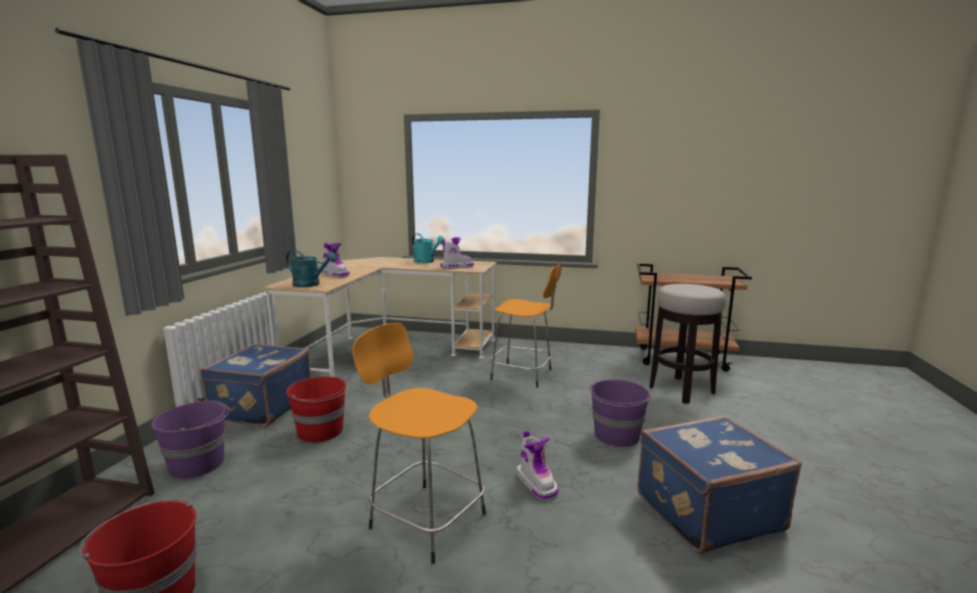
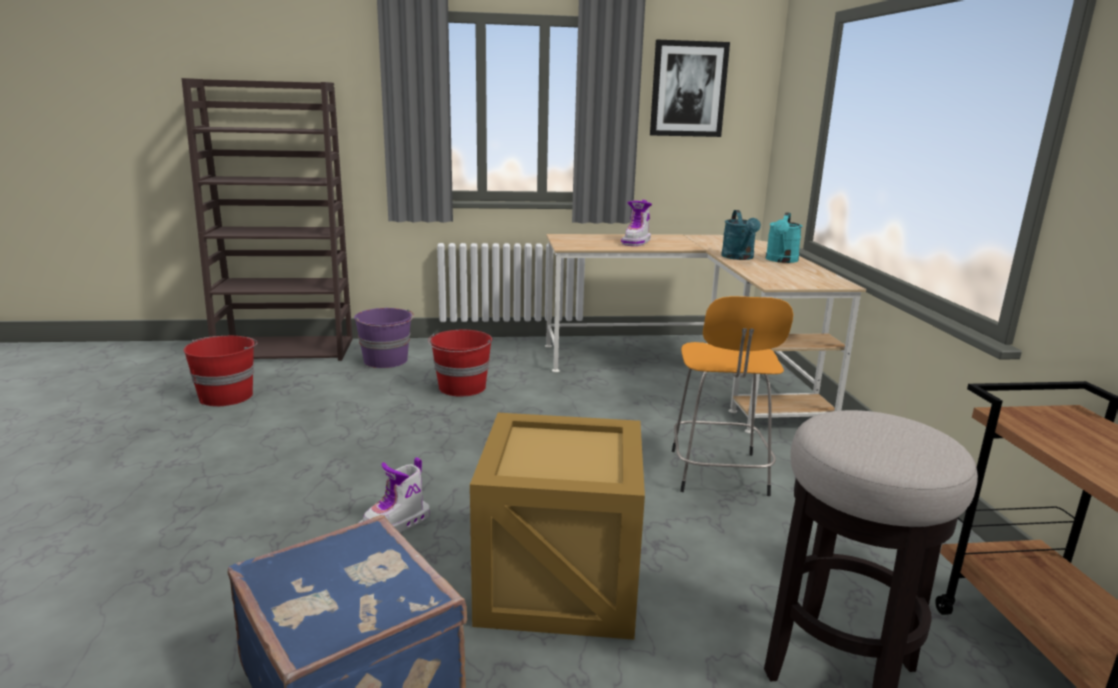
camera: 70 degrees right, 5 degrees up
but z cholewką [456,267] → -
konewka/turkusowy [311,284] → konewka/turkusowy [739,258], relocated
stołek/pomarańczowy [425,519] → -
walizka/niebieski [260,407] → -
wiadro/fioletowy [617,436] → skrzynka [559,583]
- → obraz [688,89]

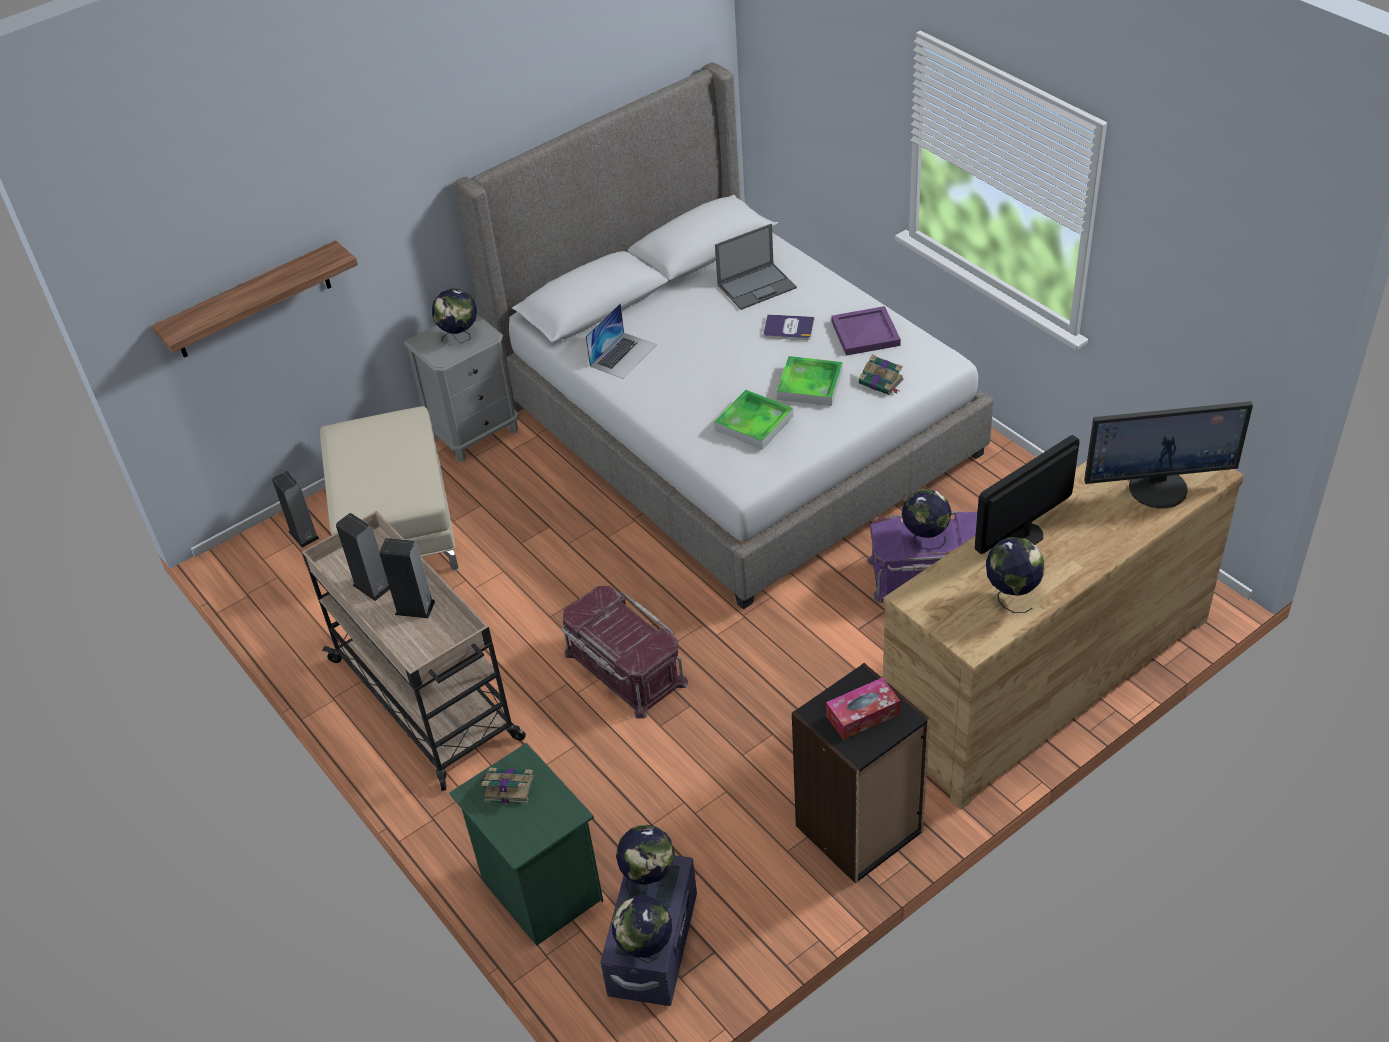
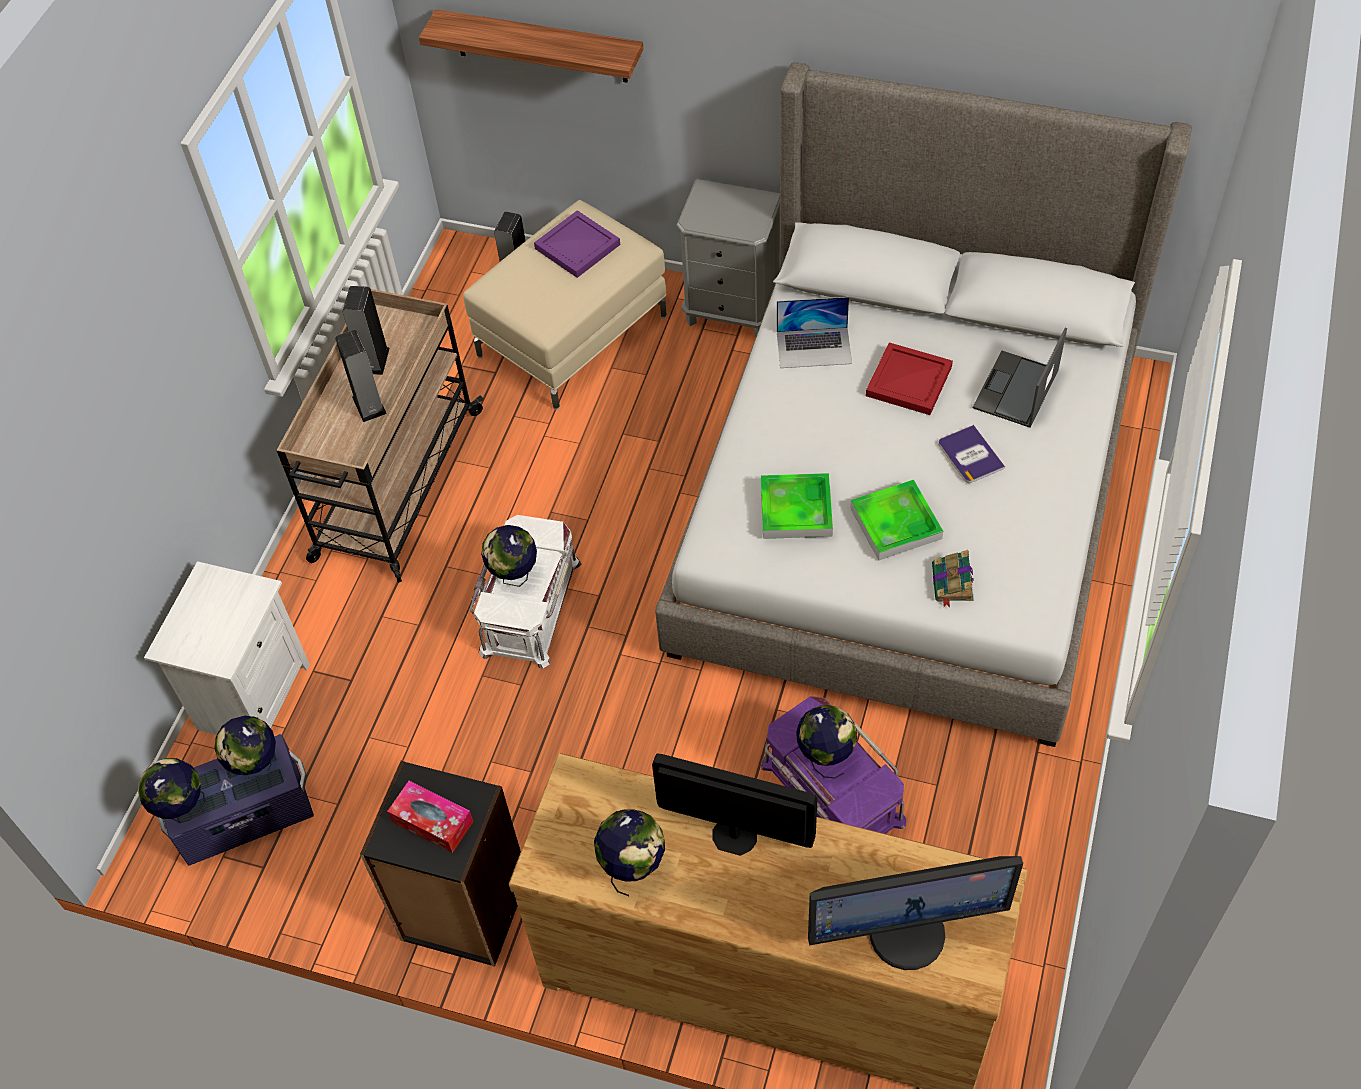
camera: 55 degrees right, 10 degrees up
laptop [757,286] → laptop [1015,390], 90 degrees clockwise
globus [460,338] → globus [514,576], relocated
taca/fioletowy [866,334] → taca/fioletowy [577,247], relocated
monitor [1158,487] → monitor [907,931], 60 degrees counterclockwise
pojemnik do przechowywania/czerwony [623,668] → pojemnik do przechowywania/biały [529,606]
szafka nocna/zielony [539,891] → szafka nocna/biały [251,697]
książka [508,788] → -
- → taca/czerwony [909,382]

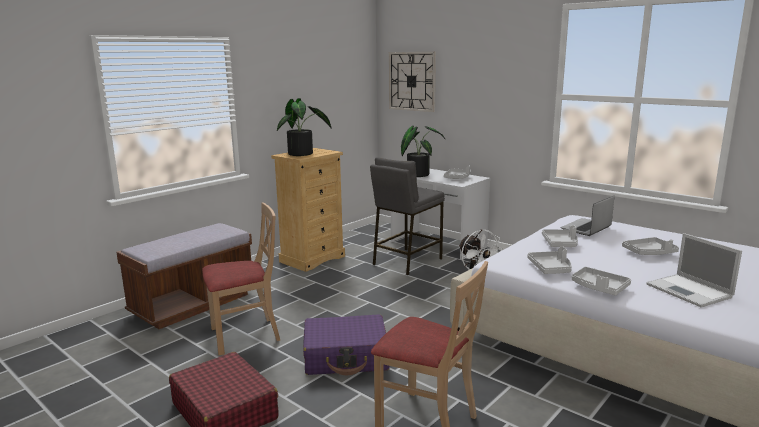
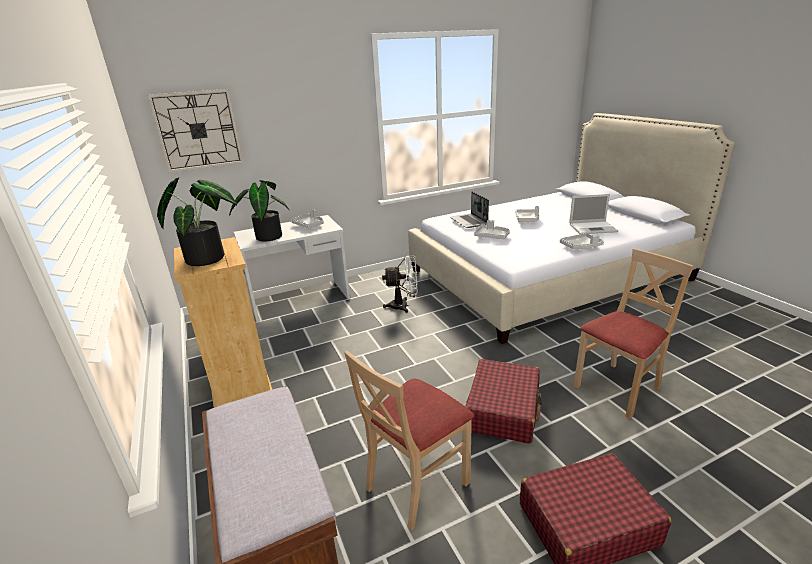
camera: 65 degrees left, 10 degrees up
stołek/szary [406,261] → -
krzesło/beżowy [245,335] → krzesło/beżowy [416,483], 135 degrees counterclockwise
taca/szary [551,268] → -
walizka/fioletowy [346,357] → walizka/czerwony [503,409]

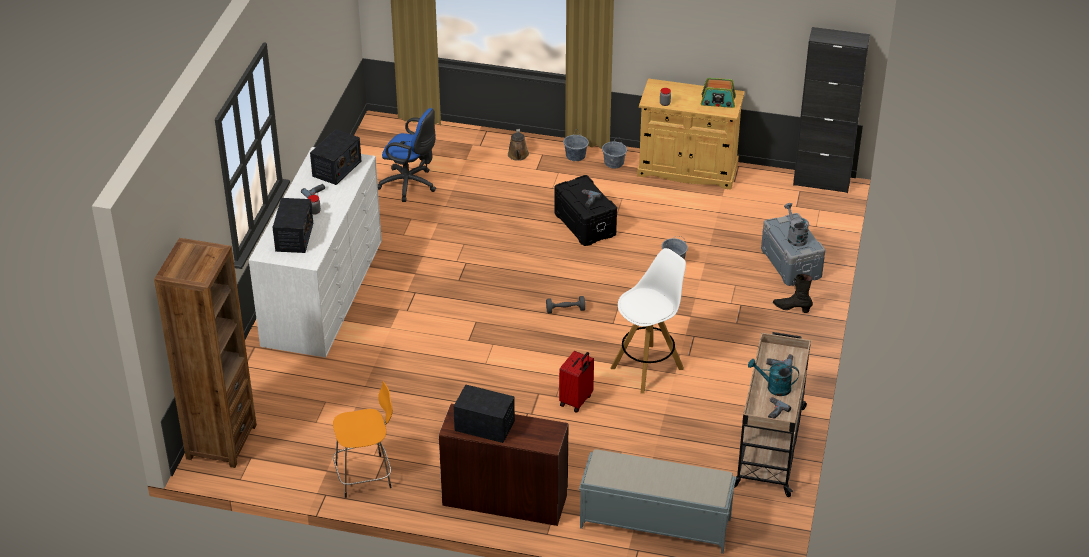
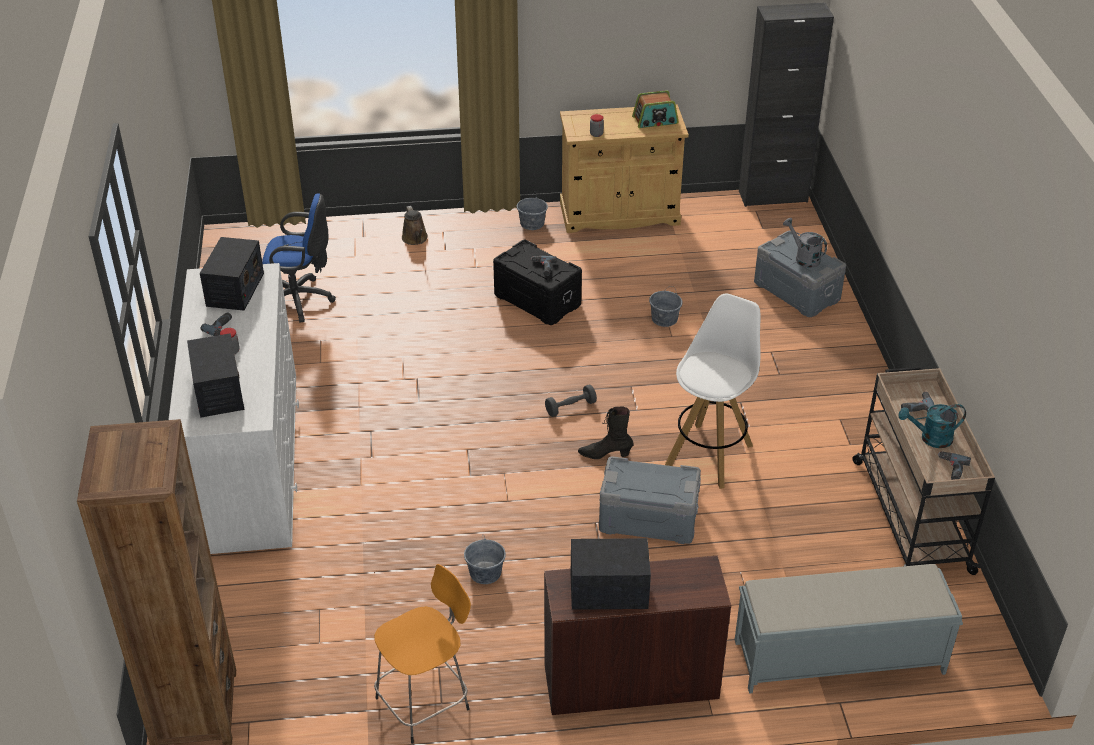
camera: 20 degrees left, 0 degrees up
wiadro/szary [575,156] → wiadro/szary [485,573], relocated
but z cholewką/czarny [792,308] → but z cholewką/czarny [605,454], relocated
walizka/czerwony [576,401] → pojemnik do przechowywania/szary [648,519]

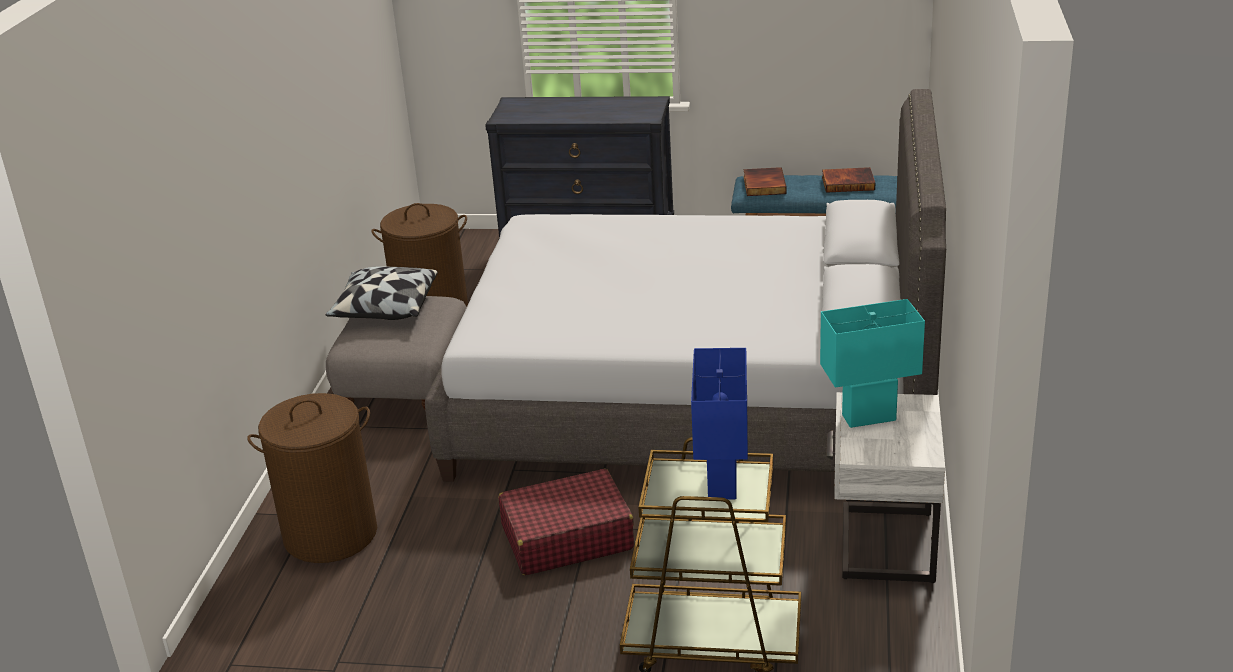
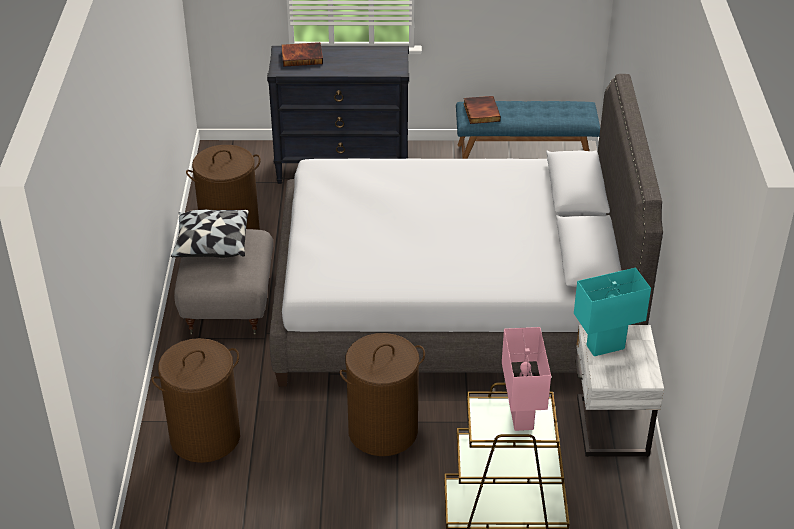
camera: 10 degrees left, 10 degrees up
książka [848,183] → książka [302,56], relocated
lampa stołowa/niebieski [722,484] → lampa stołowa/różowy [521,417]
walizka/czerwony [566,537] → kosz na pranie/brązowy [383,431]

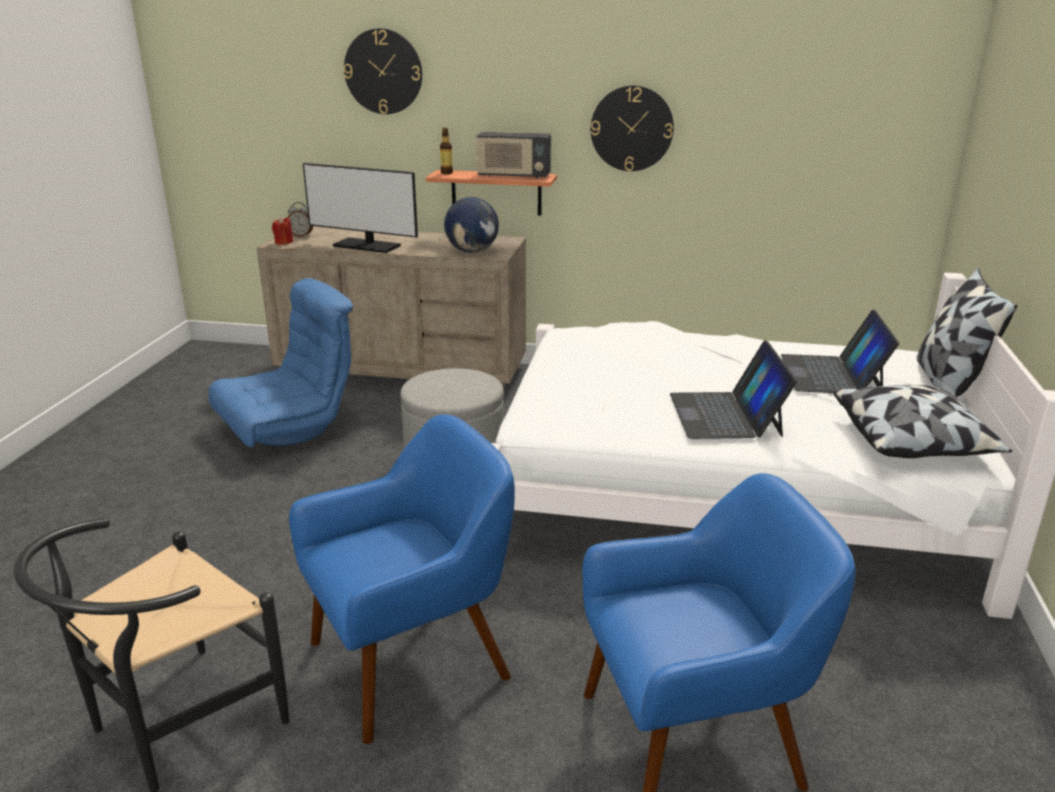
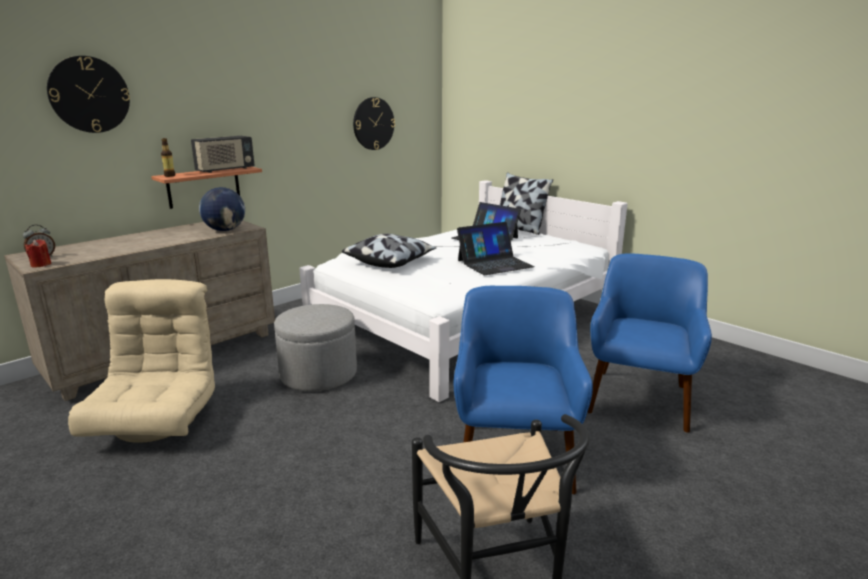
camera: 55 degrees left, 5 degrees down
zegar ścienny [632,128] → zegar ścienny [373,123], relocated
monitor [367,246] → -
fotel/niebieski [289,429] → fotel/beżowy [158,422]
laptop [726,414] → laptop [494,263], 60 degrees counterclockwise
poduszka [913,442] → poduszka [390,262], relocated

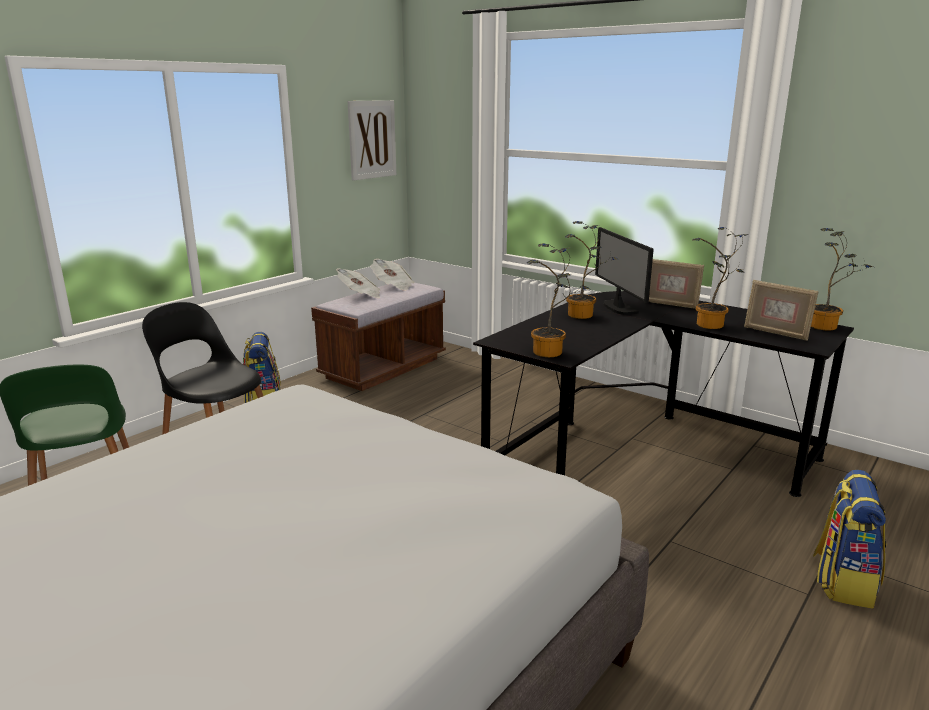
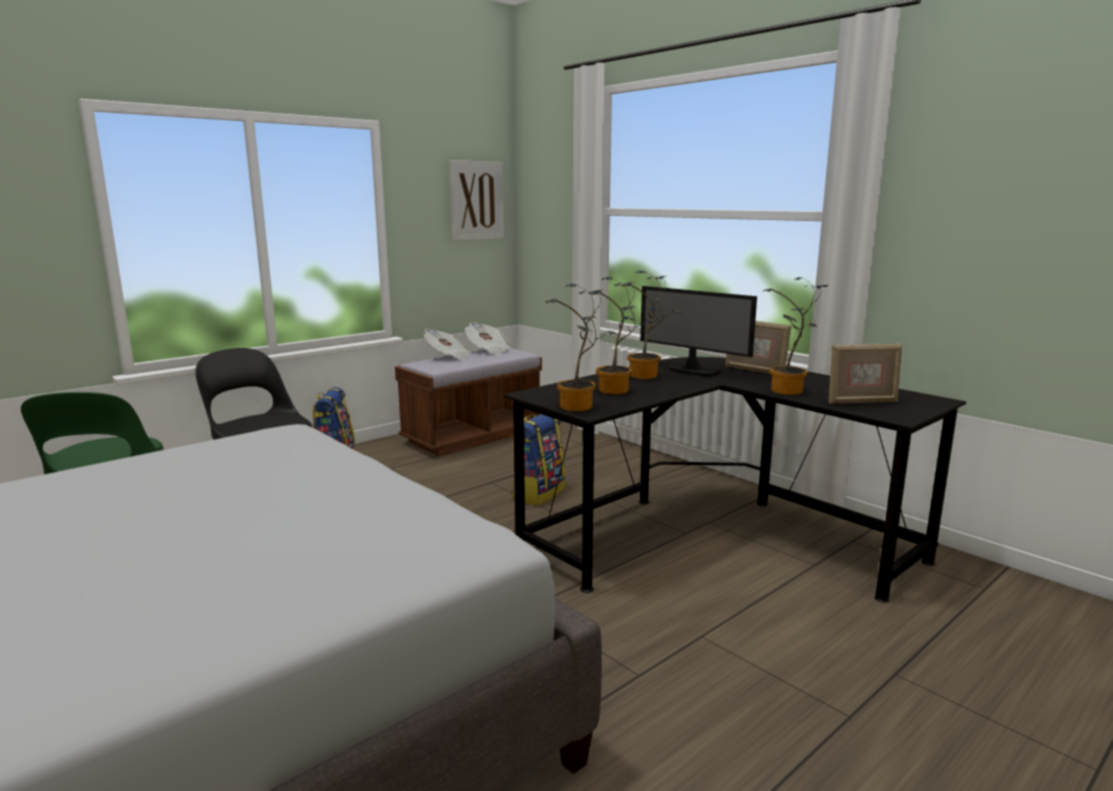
camera: 10 degrees right, 5 degrees down
monitor [618,308] → monitor [692,371], 45 degrees counterclockwise
roślina doniczkowa [827,327] → roślina doniczkowa [618,391], relocated
ramka na zdjęcie [776,333] → ramka na zdjęcie [861,402], 60 degrees counterclockwise
plecak [842,581] → plecak [538,493], relocated

